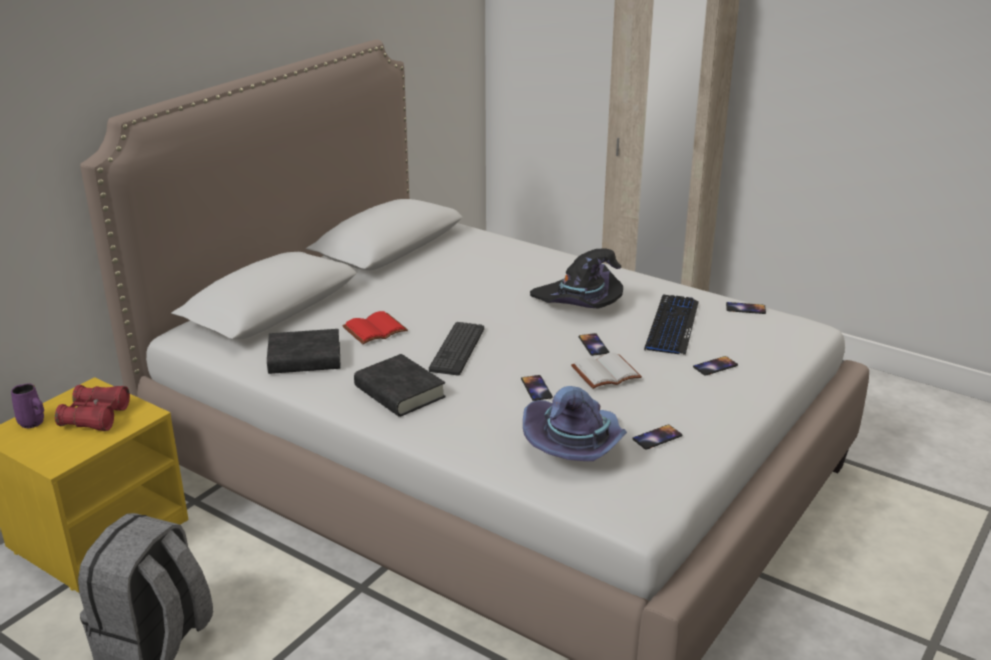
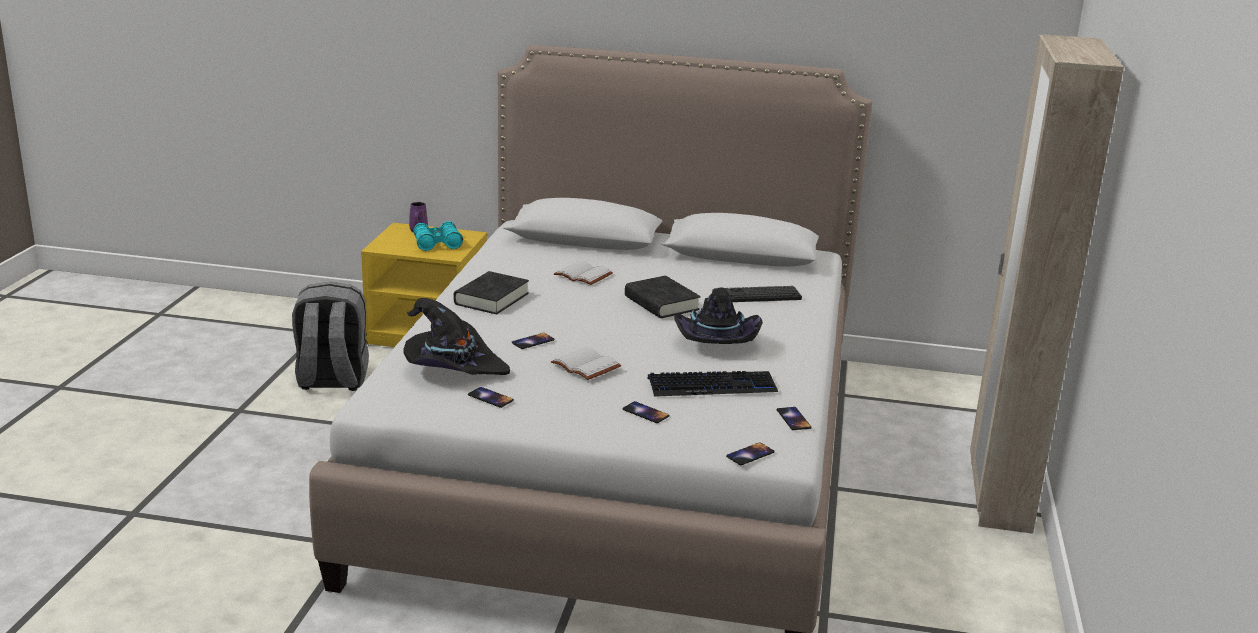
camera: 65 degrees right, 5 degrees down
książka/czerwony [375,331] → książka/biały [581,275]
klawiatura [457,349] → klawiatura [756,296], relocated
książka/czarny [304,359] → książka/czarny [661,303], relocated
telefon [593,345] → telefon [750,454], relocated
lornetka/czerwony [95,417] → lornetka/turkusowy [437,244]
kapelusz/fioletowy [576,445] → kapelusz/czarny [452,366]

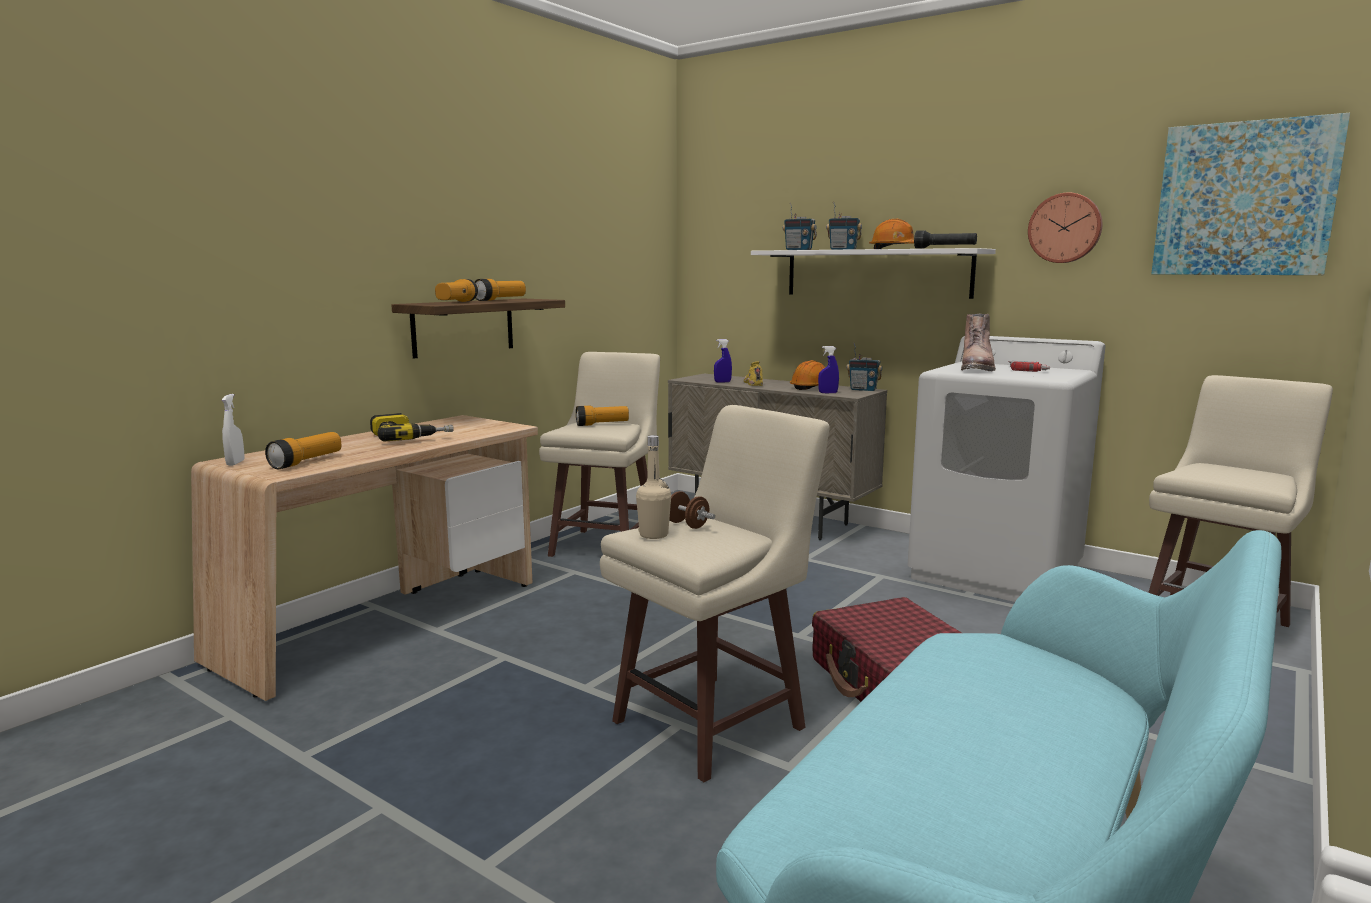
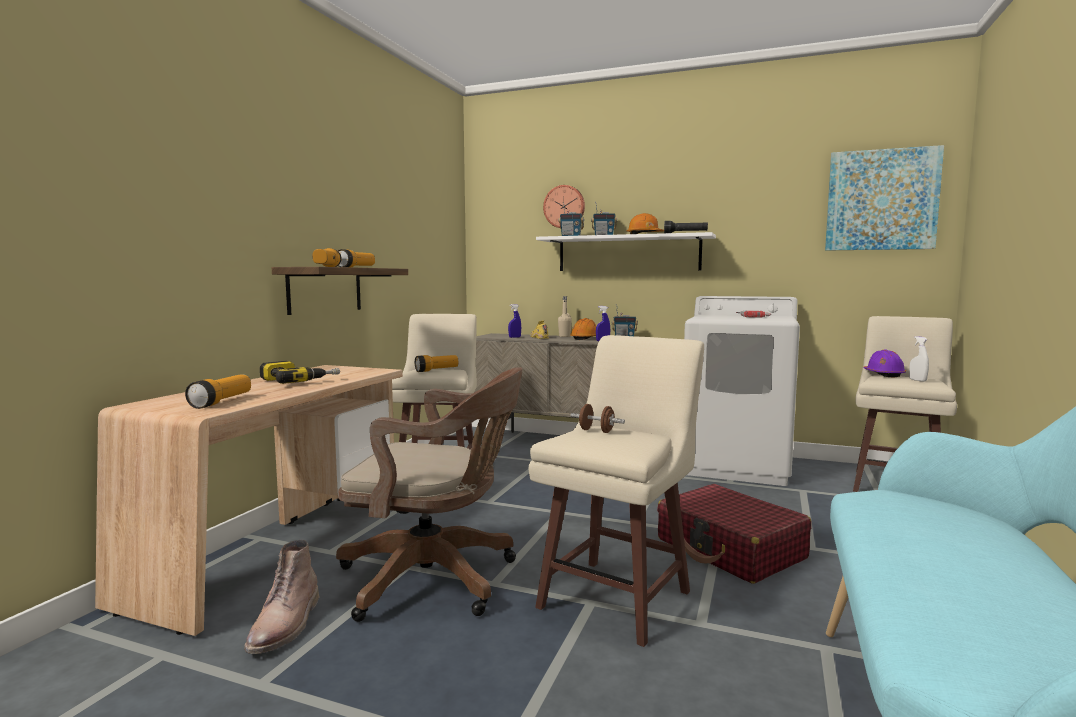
camera: 15 degrees left, 5 degrees down
zegar ścienny [1065,228] → zegar ścienny [564,207], relocated
but z cholewką/brązowy [977,368] → but z cholewką/brązowy [286,625], relocated
spryskiwacz/biały [235,463] → spryskiwacz/biały [917,380], relocated
butelka/beżowy [654,535] → butelka/beżowy [564,336], relocated
- → kask/fioletowy [883,374]
- → krzesło biurowe/brązowy [437,579]

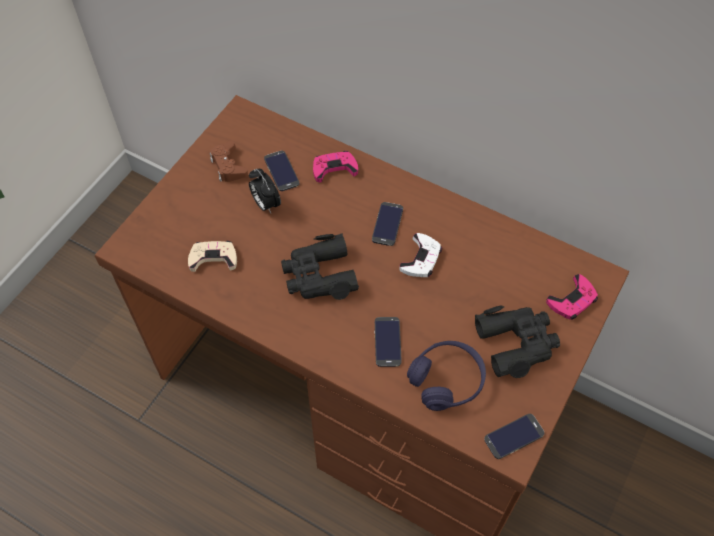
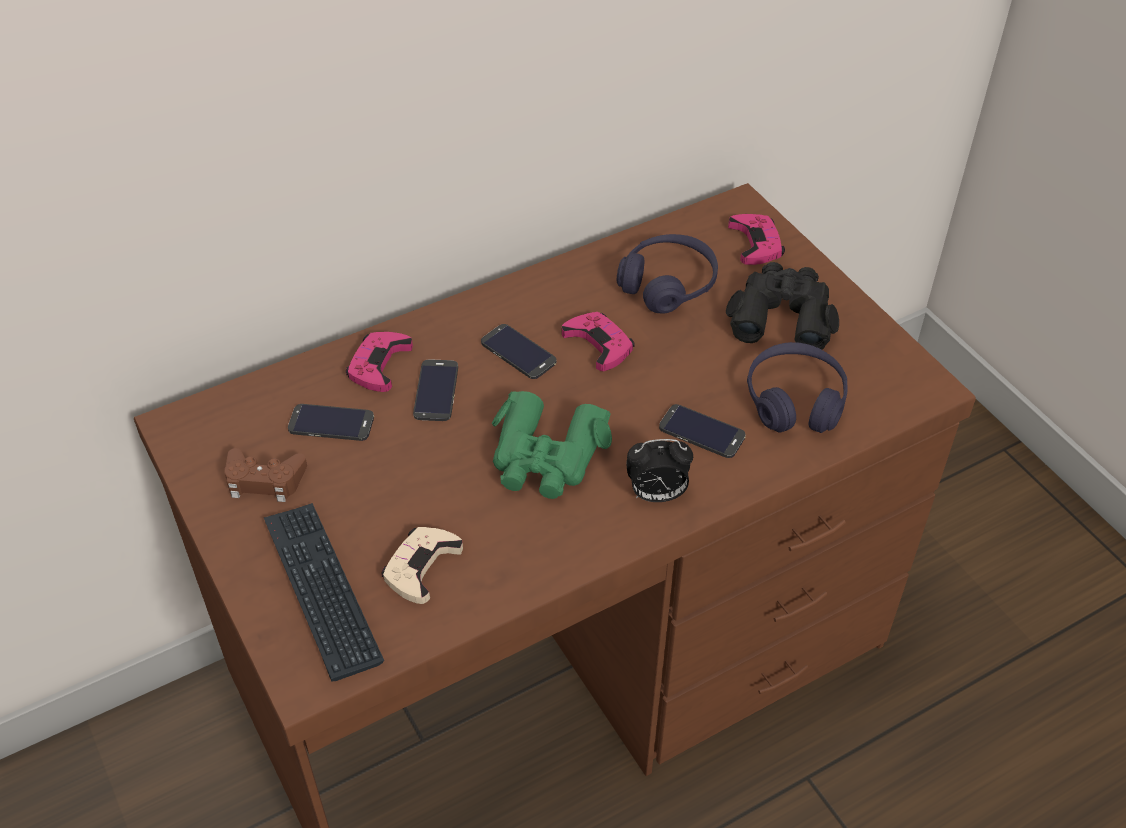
camera: 60 degrees left, 10 degrees down
budzik [265,204] → budzik [656,495], relocated
lornetka/czarny [319,275] → lornetka/zielony [546,457]
pad do gier/biały [421,259] → pad do gier/różowy [599,344]
telefon [514,436] → telefon [436,391], relocated
- → słuchawki/fioletowy [667,284]
- → klawiatura [322,590]

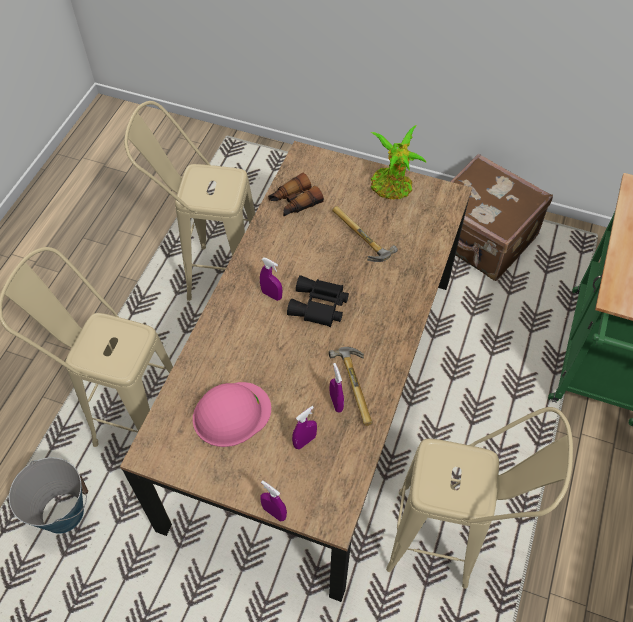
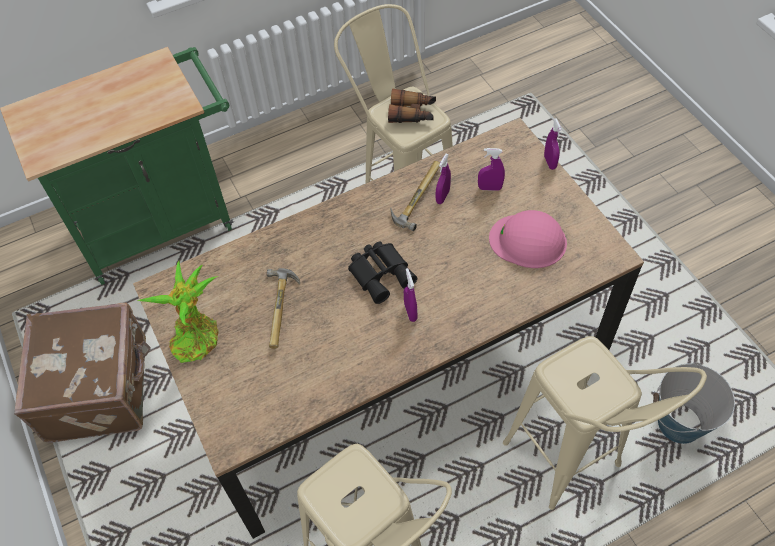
camera: 135 degrees left, 0 degrees up
lornetka [294,202] → lornetka [412,113], relocated

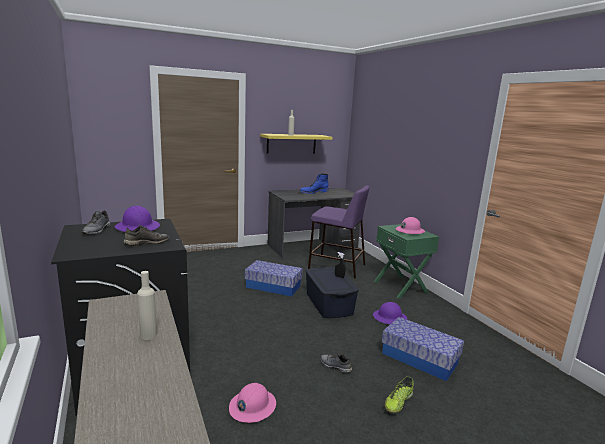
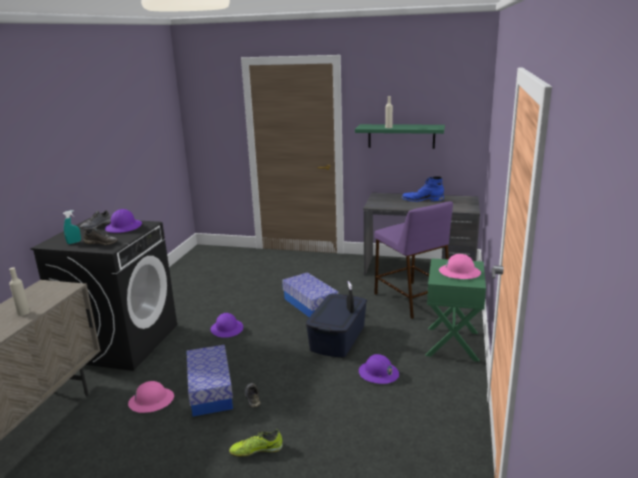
camera: 40 degrees right, 5 degrees up
półka/żółty [291,143] → półka/zielony [401,136]
pojemnik do przechowywania [419,358] → pojemnik do przechowywania [210,390], relocated
- → spryskiwacz/turkusowy [74,242]
- → kask/fioletowy [227,329]

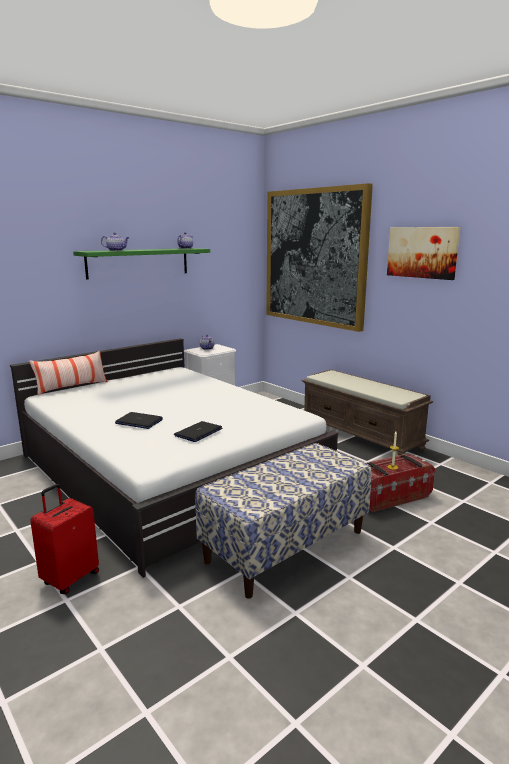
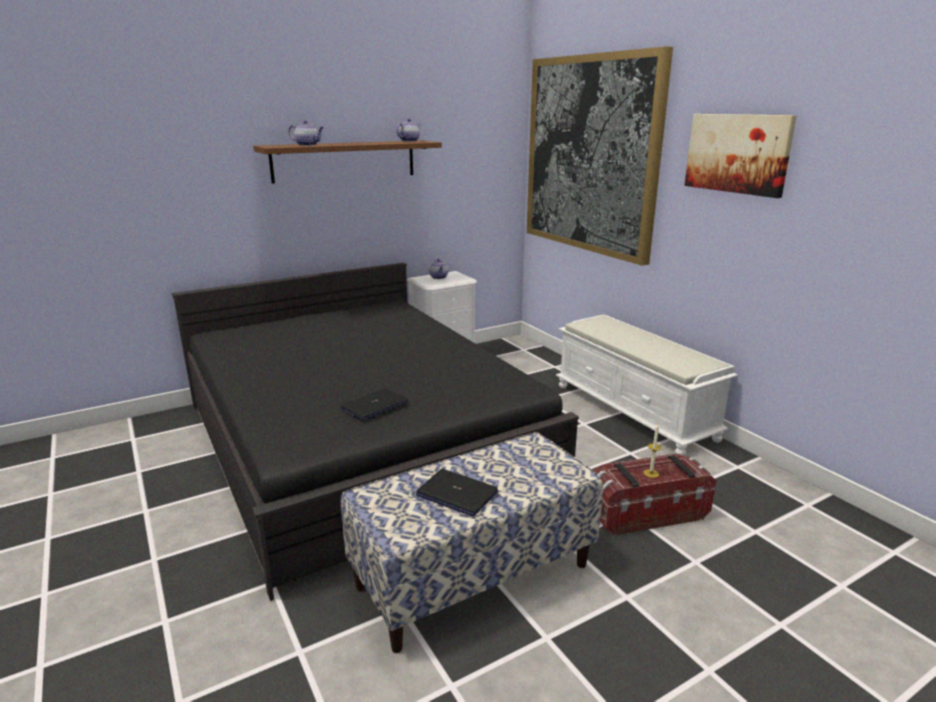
camera: 10 degrees right, 5 degrees up
półka/zielony [138,262] → półka/brązowy [344,161]
łóżko/biały [169,469] → łóżko/czarny [360,441]
poduszka [72,387] → -
ławka/brązowy [361,435] → ławka/biały [634,411]
laptop [139,421] → laptop [456,494], relocated
walizka/czerwony [70,578] → -

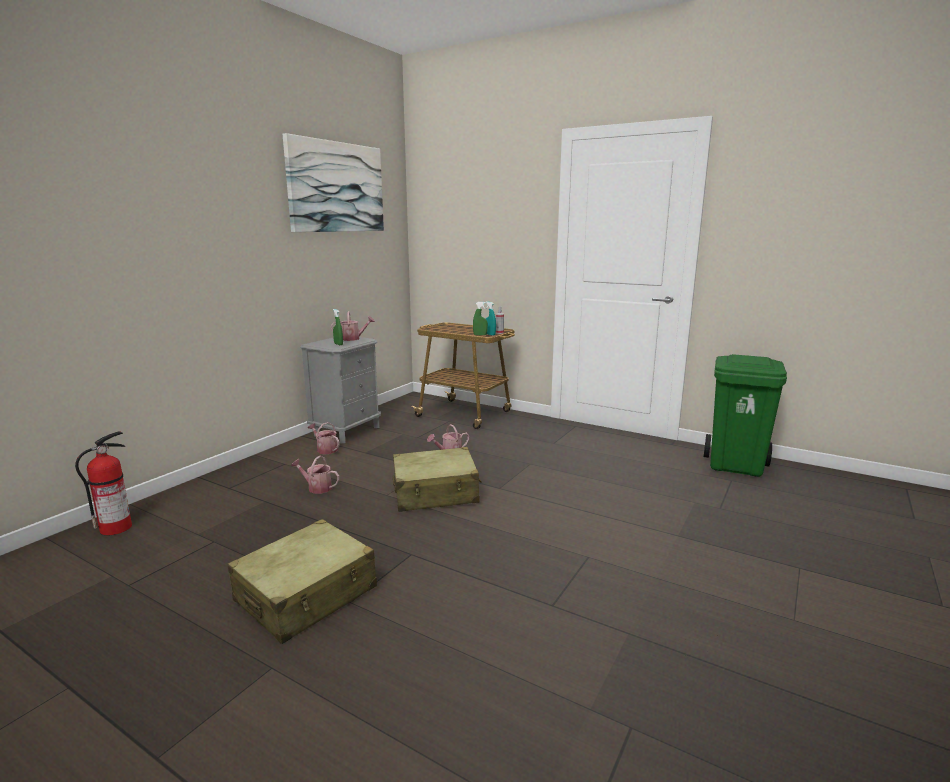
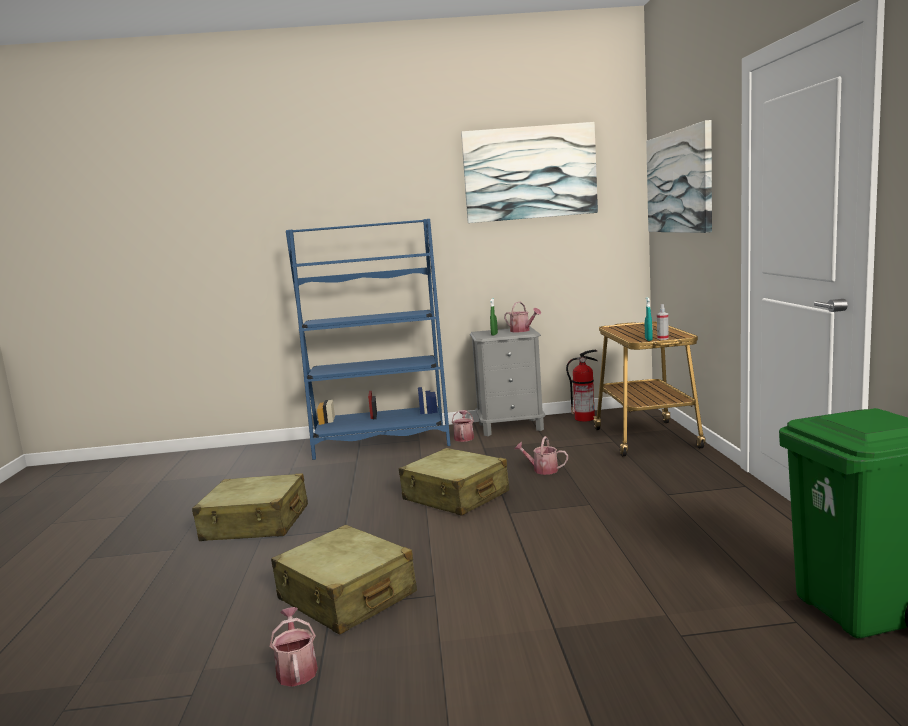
camera: 55 degrees right, 5 degrees down
spryskiwacz/zielony [480,335] → -
gaśnica [117,527] → gaśnica [585,418], relocated
konewka [317,487] → konewka [296,669], relocated
- → obraz [679,182]
- → regał/niebieski [381,443]
- → walizka/beżowy [346,597]

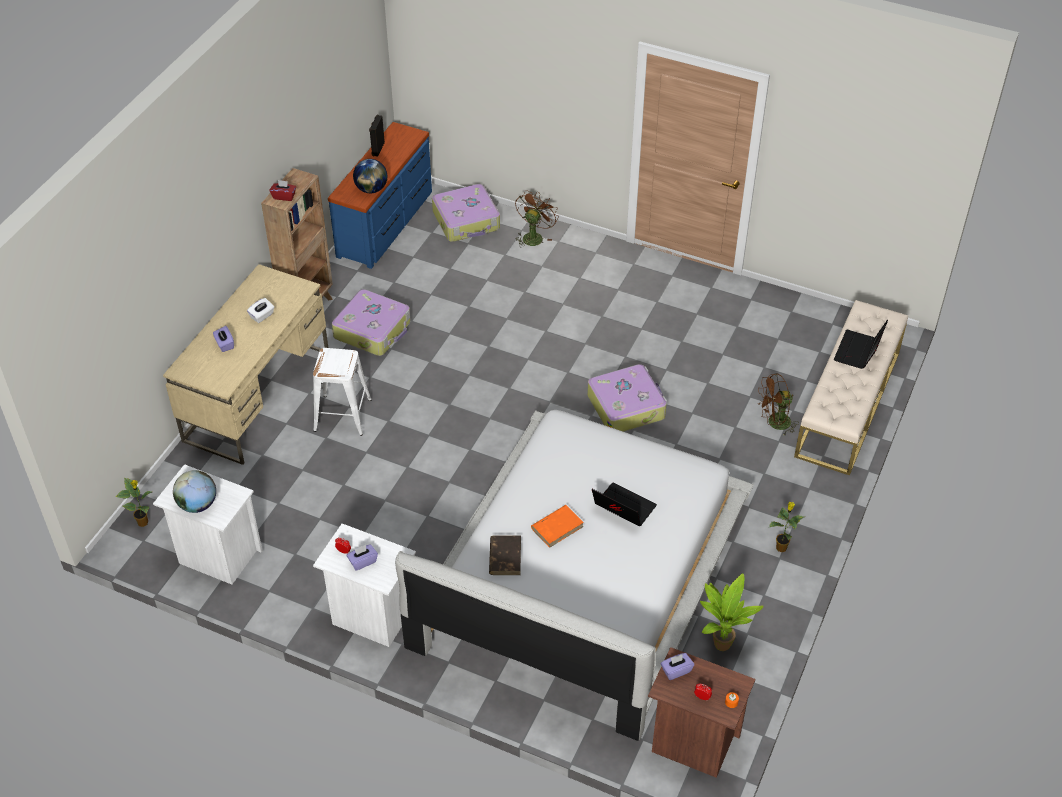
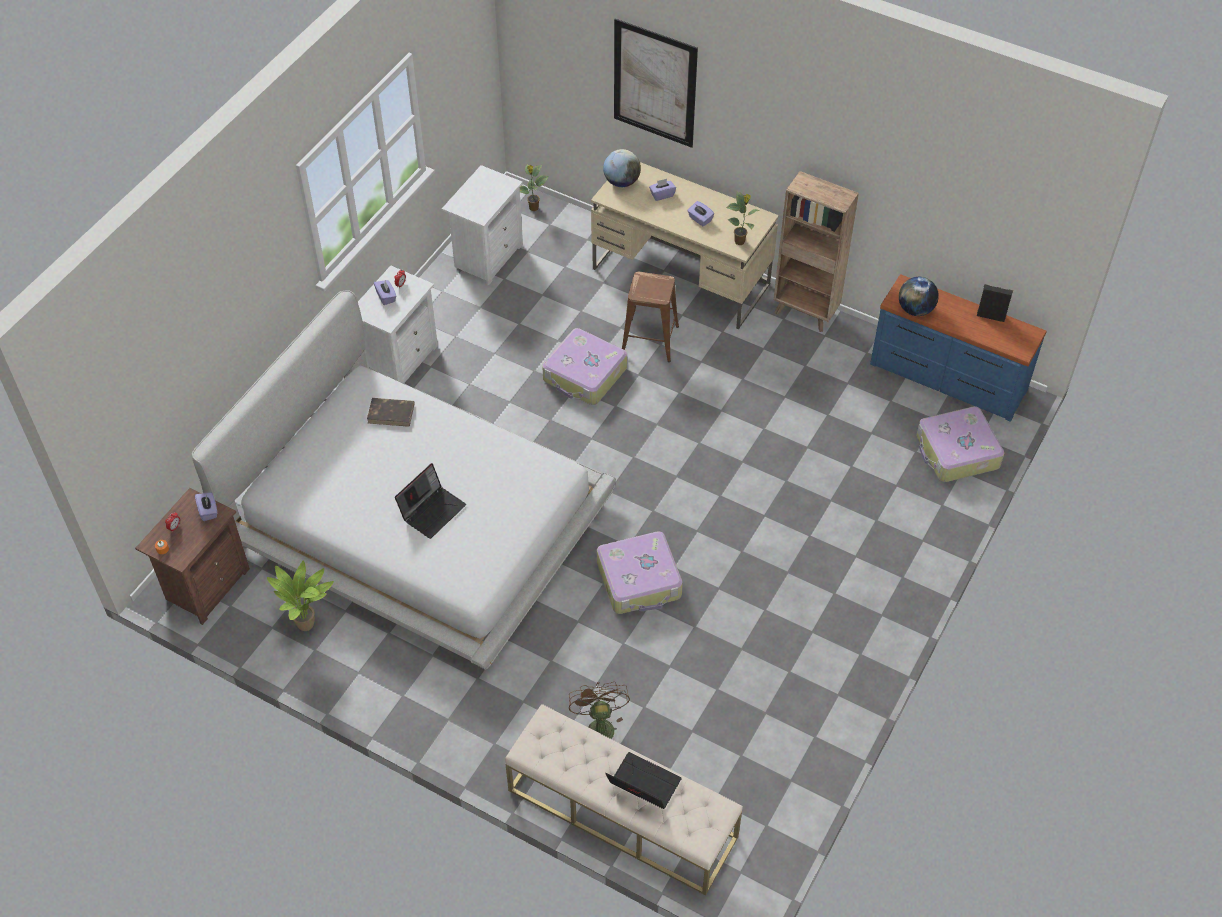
camera: 95 degrees right, 5 degrees up
pudełko chusteczek/czerwony [284,196] → -
wentylator/brązowy [534,236] → -
walizka [373,330] → walizka [585,375], relocated
pudełko chusteczek/biały [262,316] → pudełko chusteczek/fioletowy [700,219]
stołek/biały [343,415] → stołek/brązowy [649,340]
globus [197,504] → globus [621,182], relocated
roślina doniczkowa [781,547] → roślina doniczkowa [740,241], relocated
książka/pomarańczowy [557,527] → -
- → obraz [654,84]

